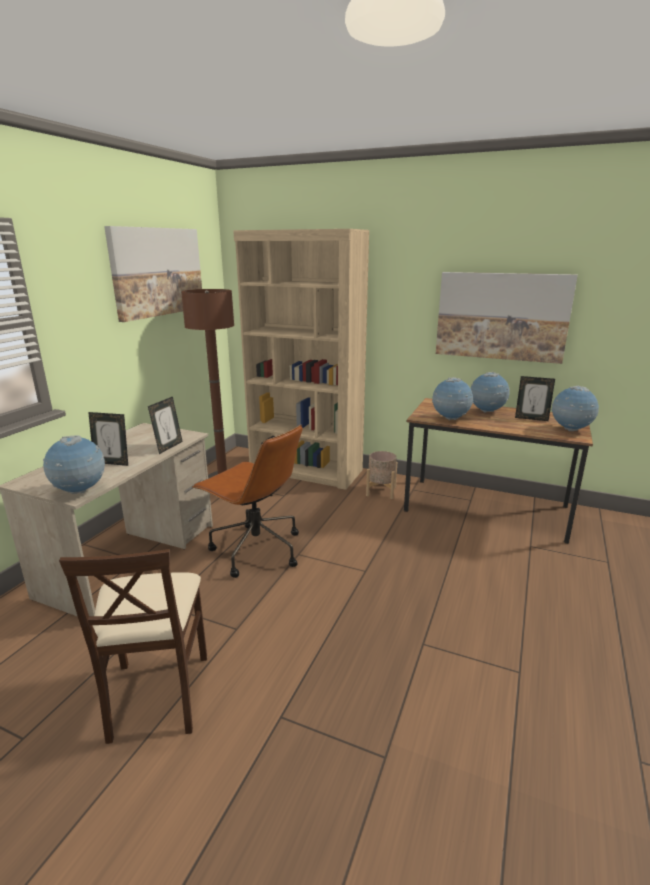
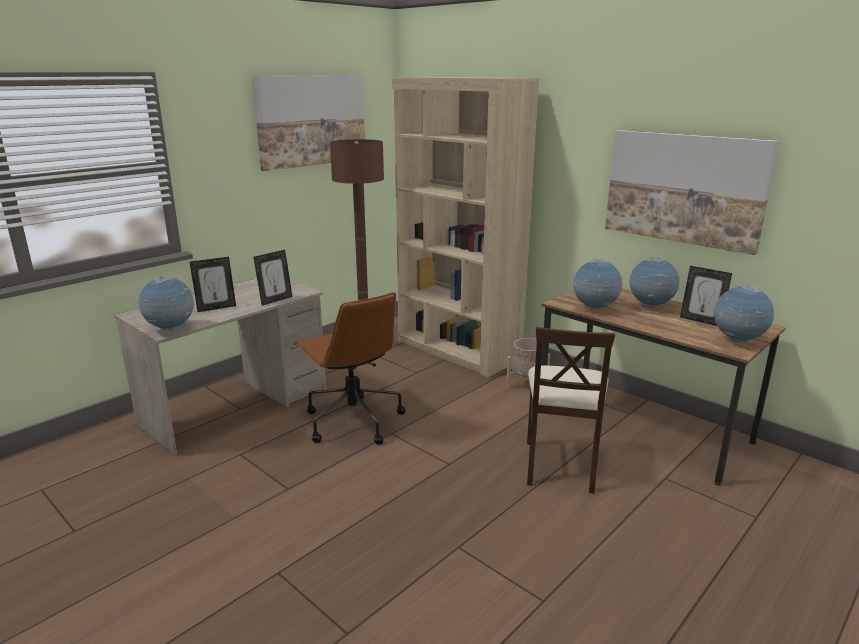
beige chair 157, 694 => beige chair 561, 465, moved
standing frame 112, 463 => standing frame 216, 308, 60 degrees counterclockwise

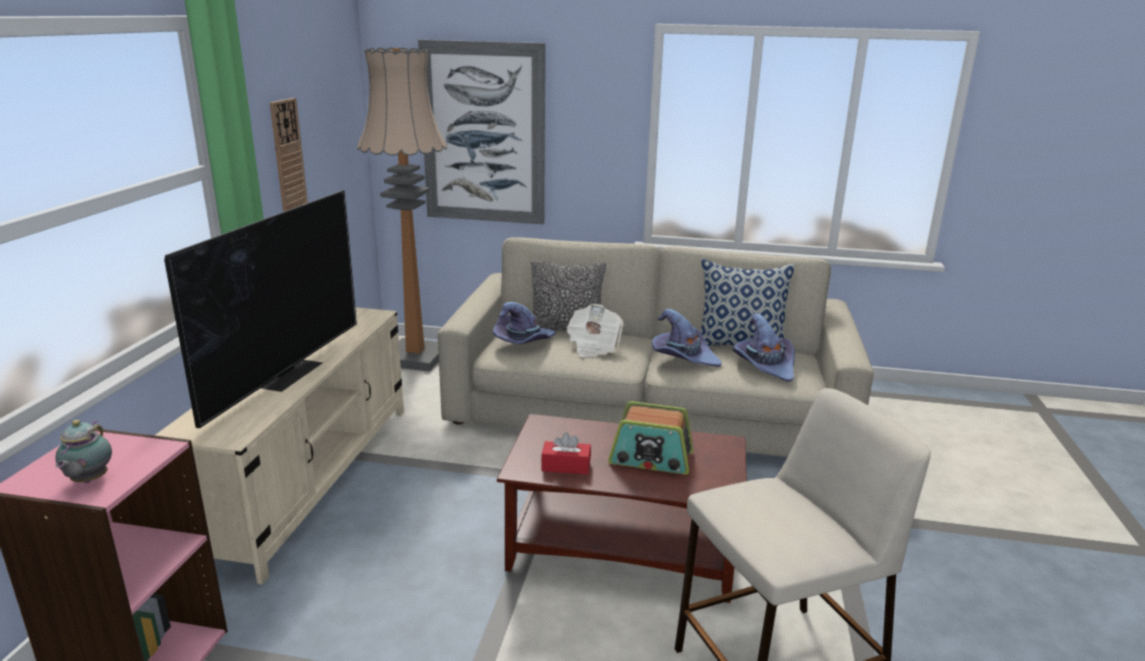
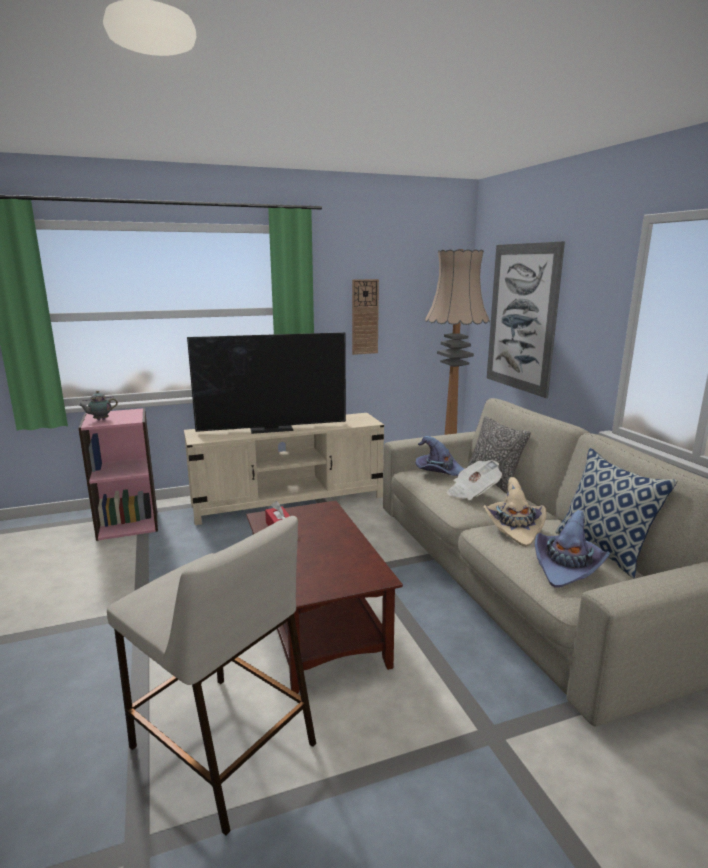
radio set 651, 458 => nothing
purple-coloured clothing hat 683, 357 => beige clothing hat 514, 527

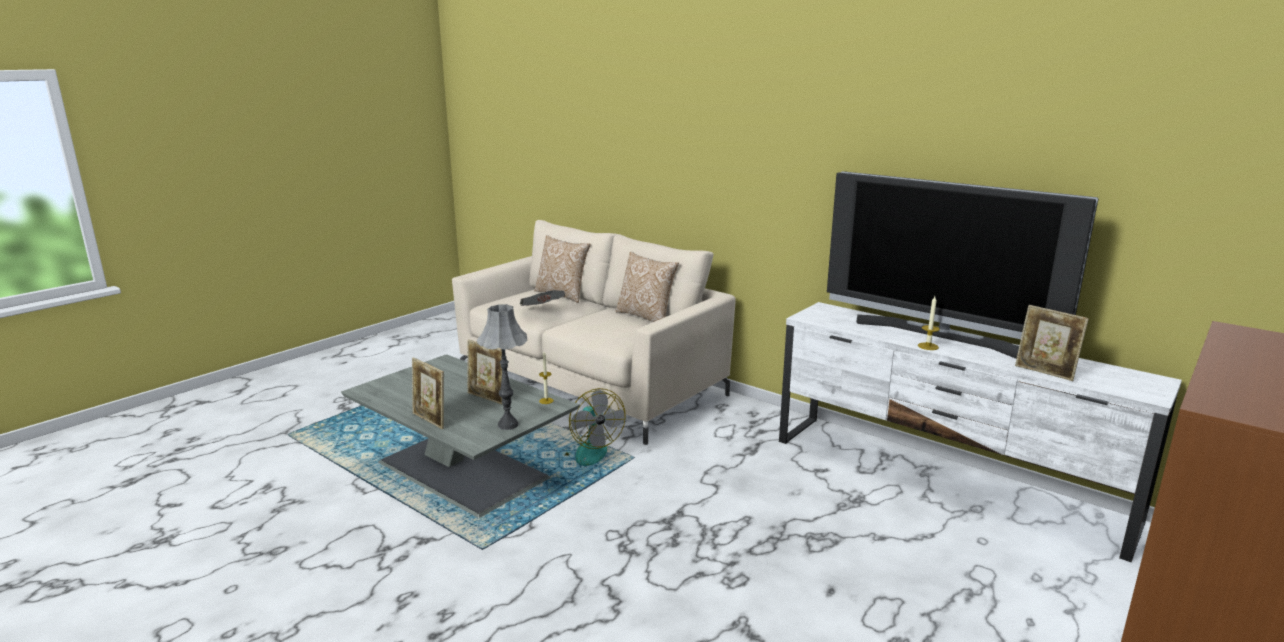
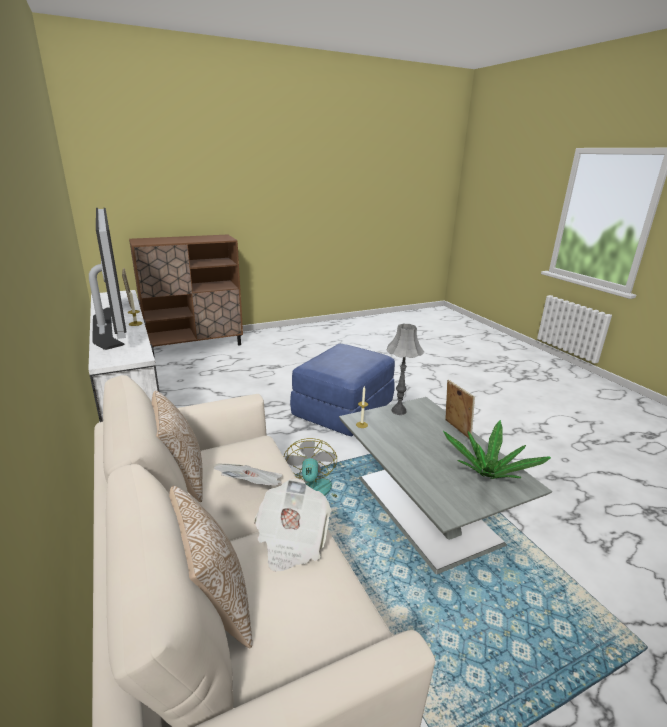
standing frame 487, 398 => nothing
nothing => printed paper 252, 488
nothing => blue-coloured pouffe 343, 409
nothing => potted plant 488, 473

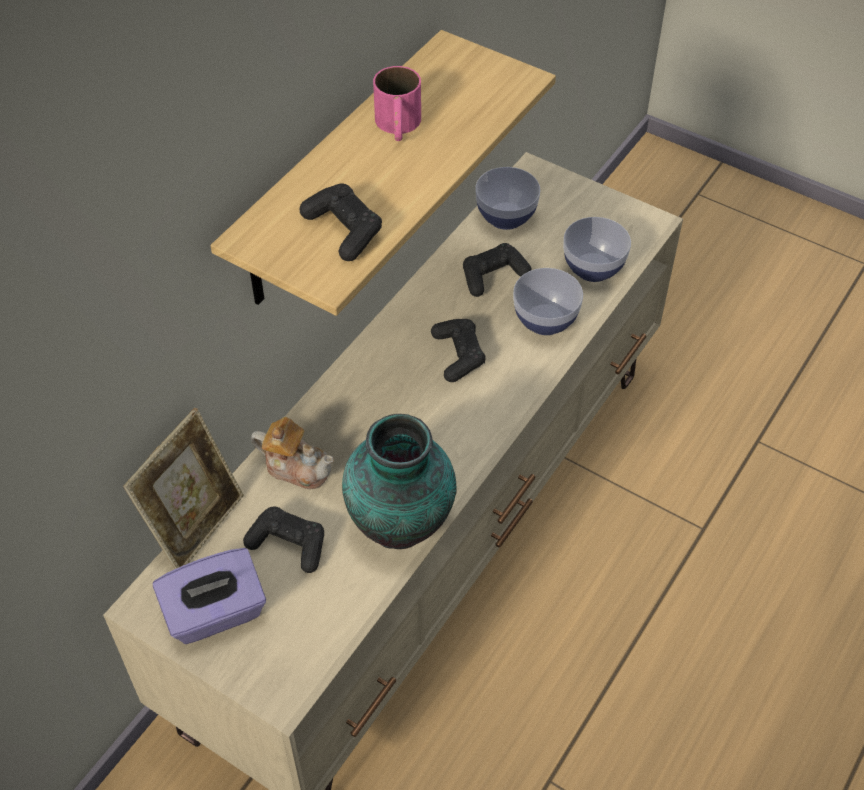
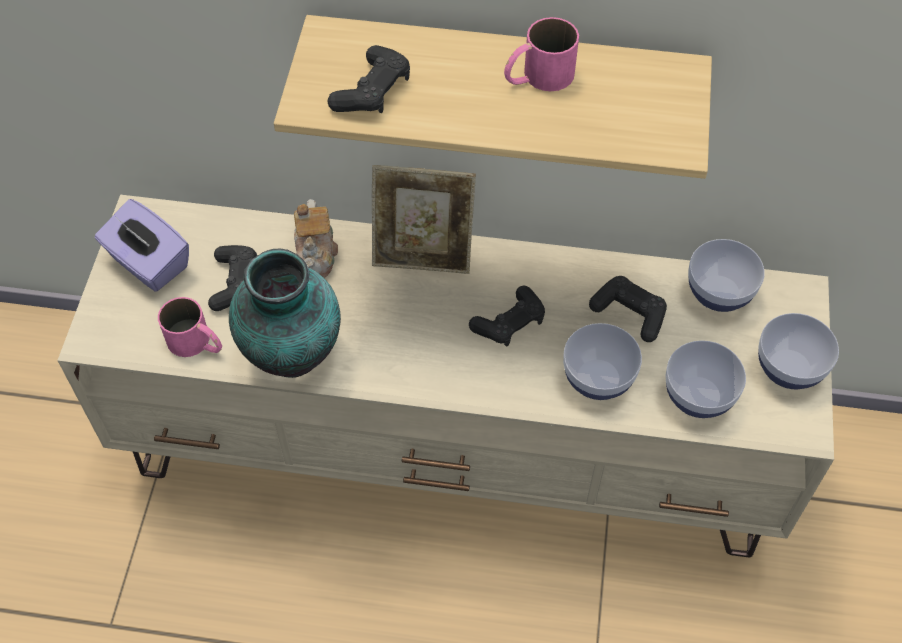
standing frame 196, 524 => standing frame 423, 255, moved
nothing => pinkish tea mug 197, 343
nothing => bowl 788, 369

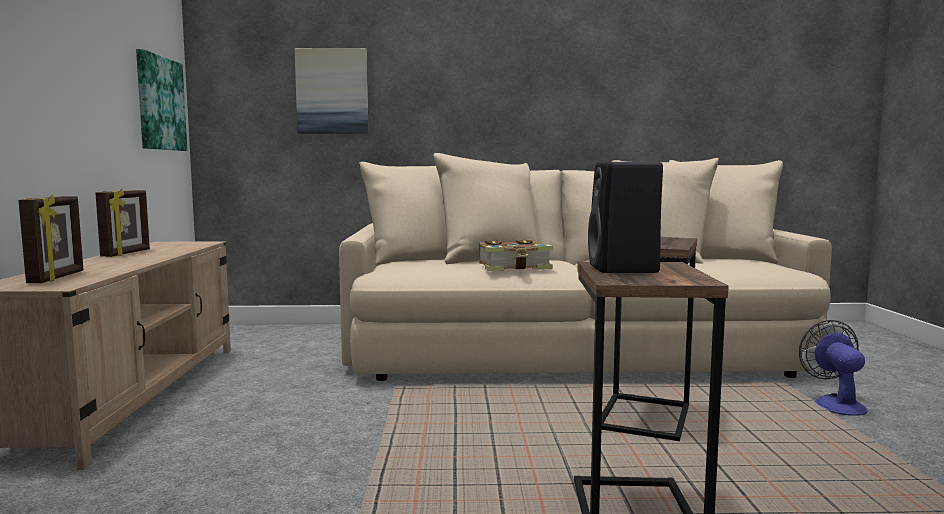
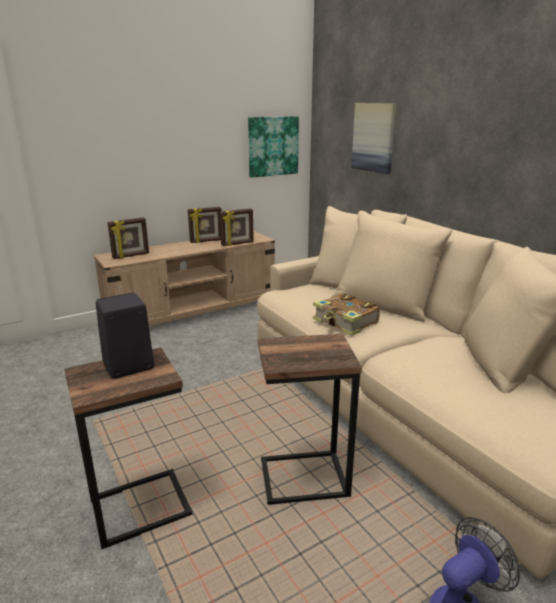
nothing => standing frame 237, 244

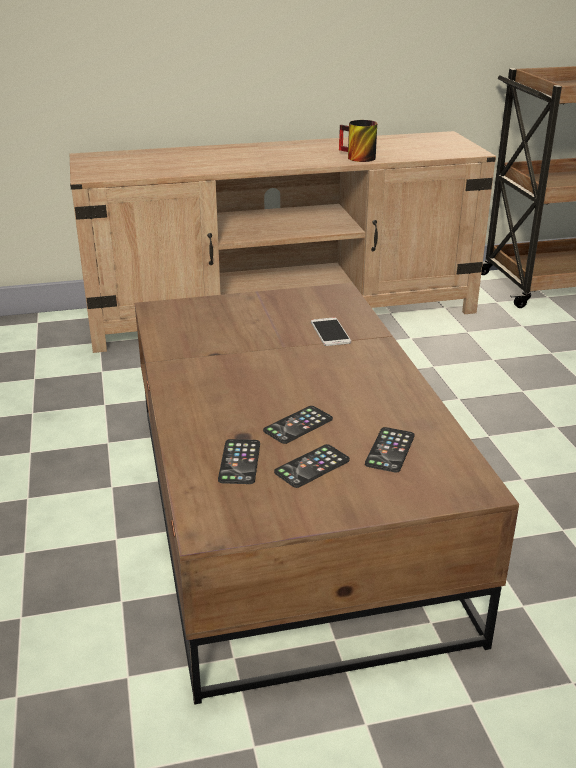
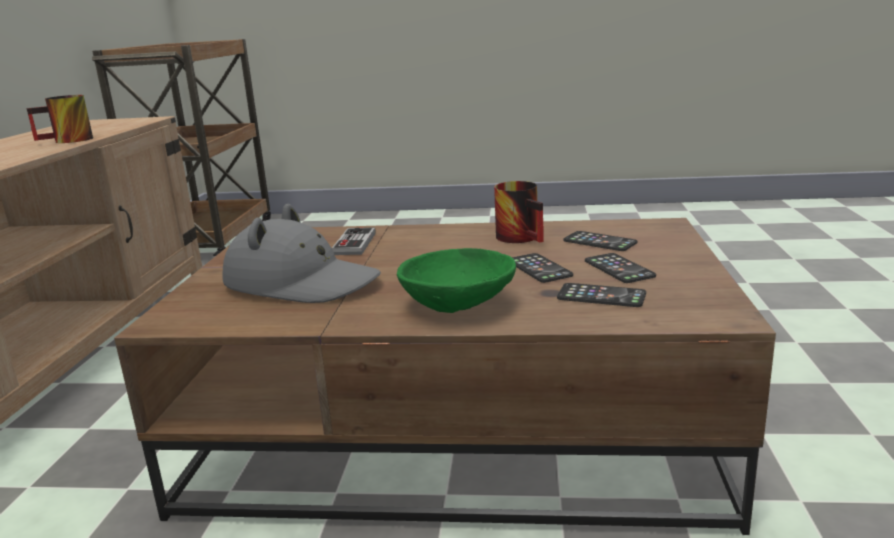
handset 330, 332 => game controller 354, 244
nothing => grey clothing hat 301, 283
nothing => green-coloured bowl 460, 305
nothing => tea mug 524, 237

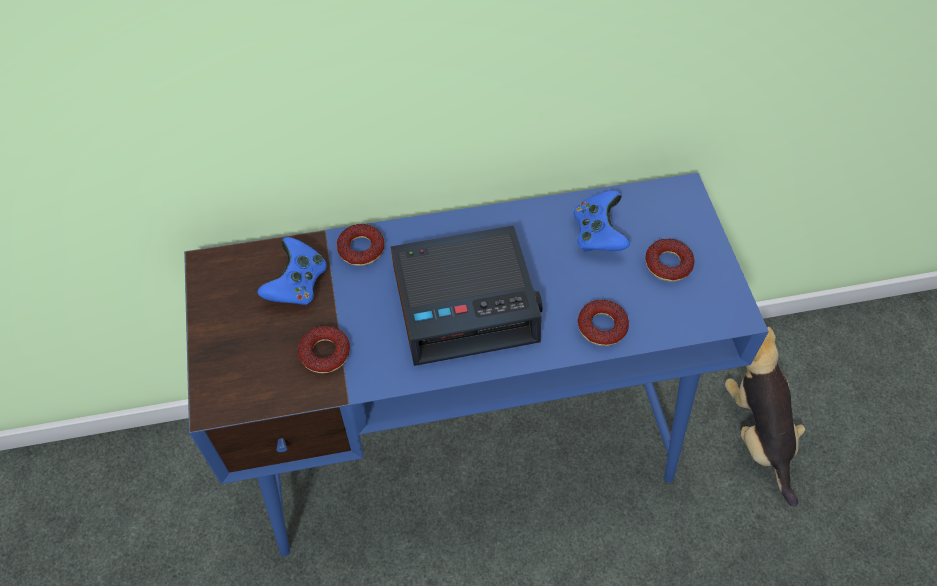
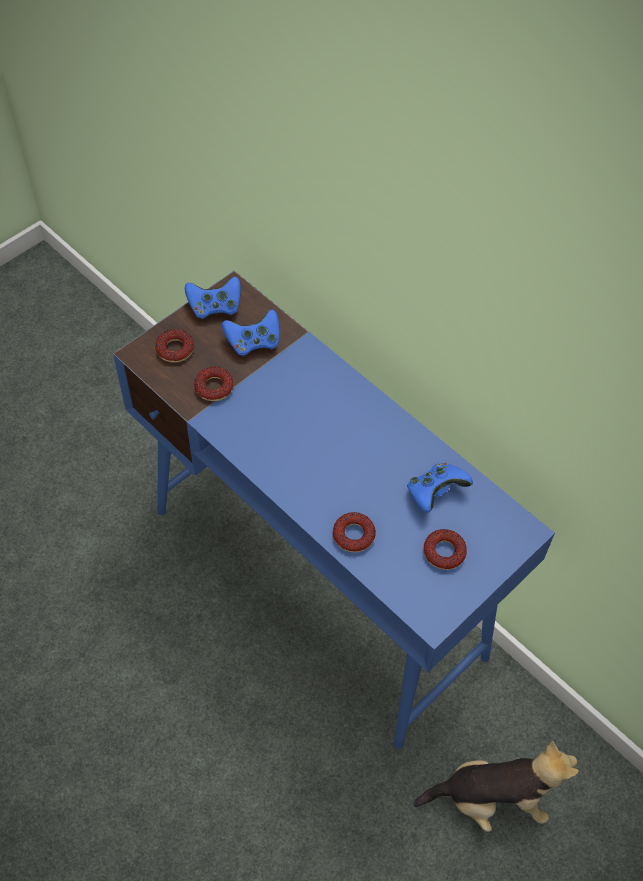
ring doughnut 361, 249 => ring doughnut 175, 349, moved
alarm clock 466, 302 => nothing
soft toy 757, 434 => soft toy 492, 799, 45 degrees clockwise
nothing => blue-coloured game controller 214, 307

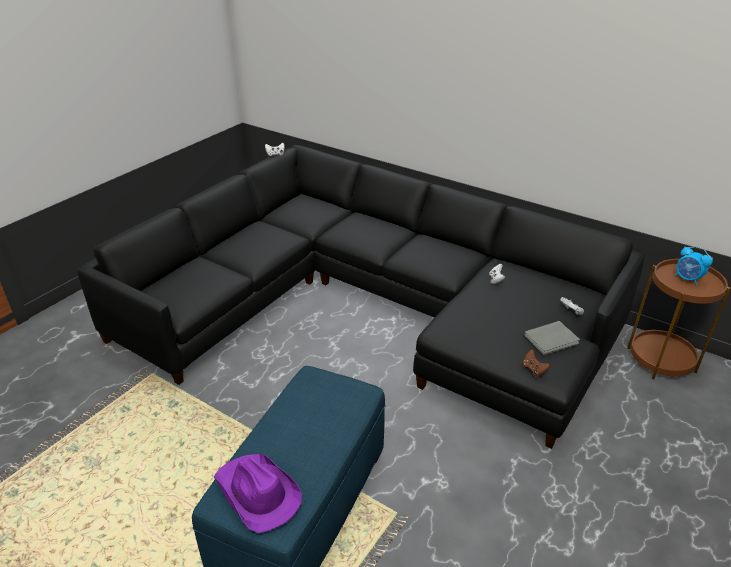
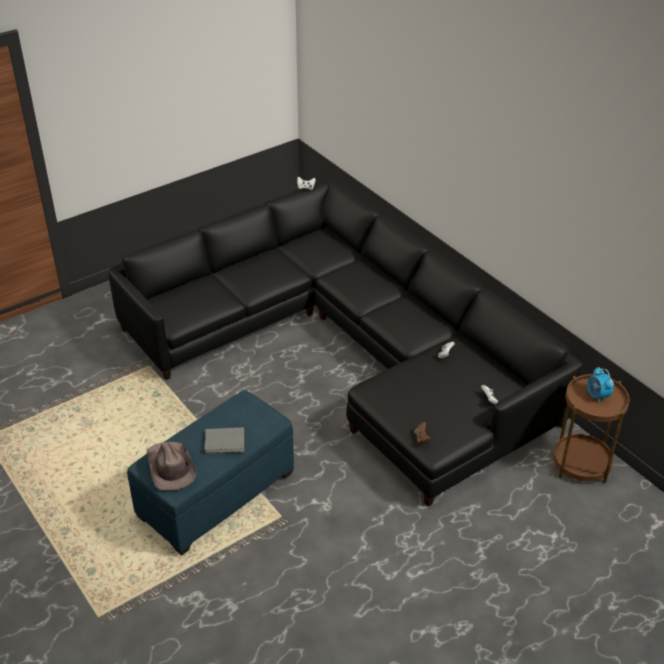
purple-coloured clothing hat 257, 493 => brown-coloured clothing hat 170, 467
grey book 552, 339 => grey book 226, 442, moved

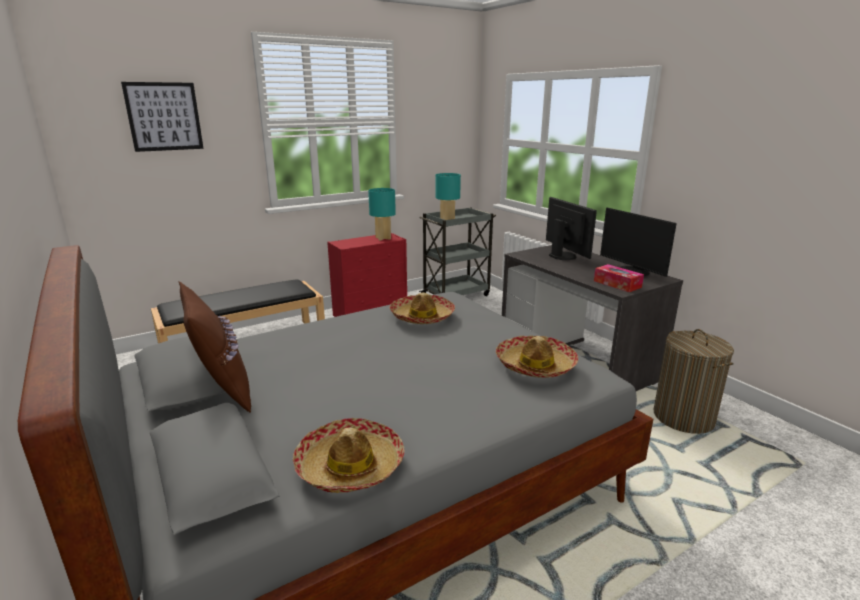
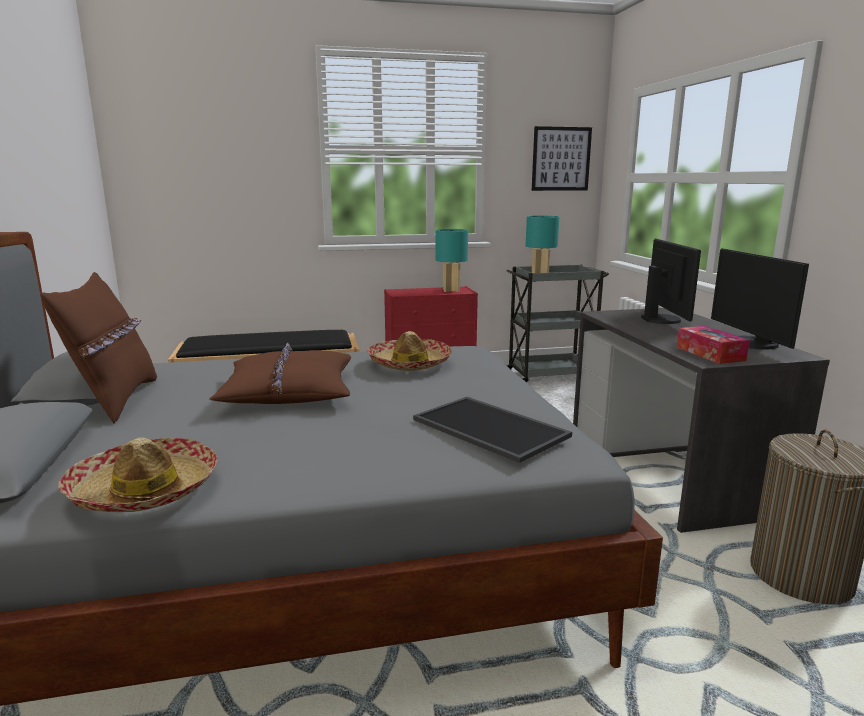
wall art 164, 116 => wall art 561, 159, moved
clothing hat 535, 365 => carrying tray 492, 427
nothing => brown-coloured pillow 289, 392

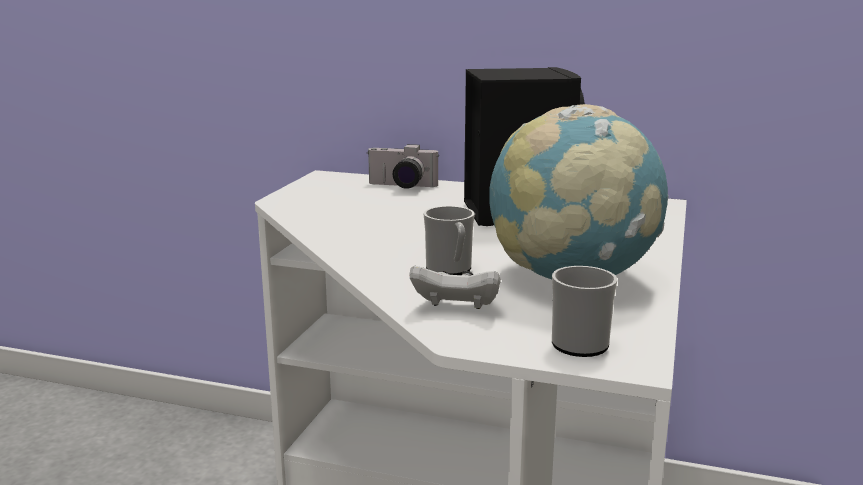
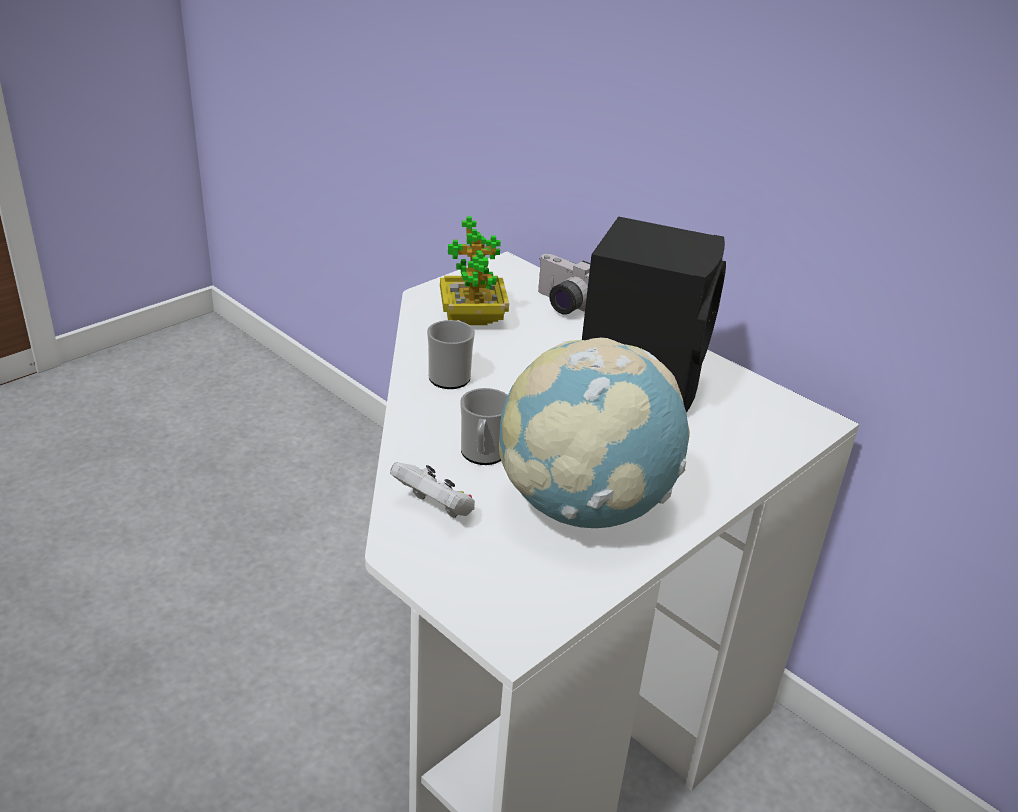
tea mug 577, 341 => tea mug 451, 375, moved
nothing => potted plant 472, 318

